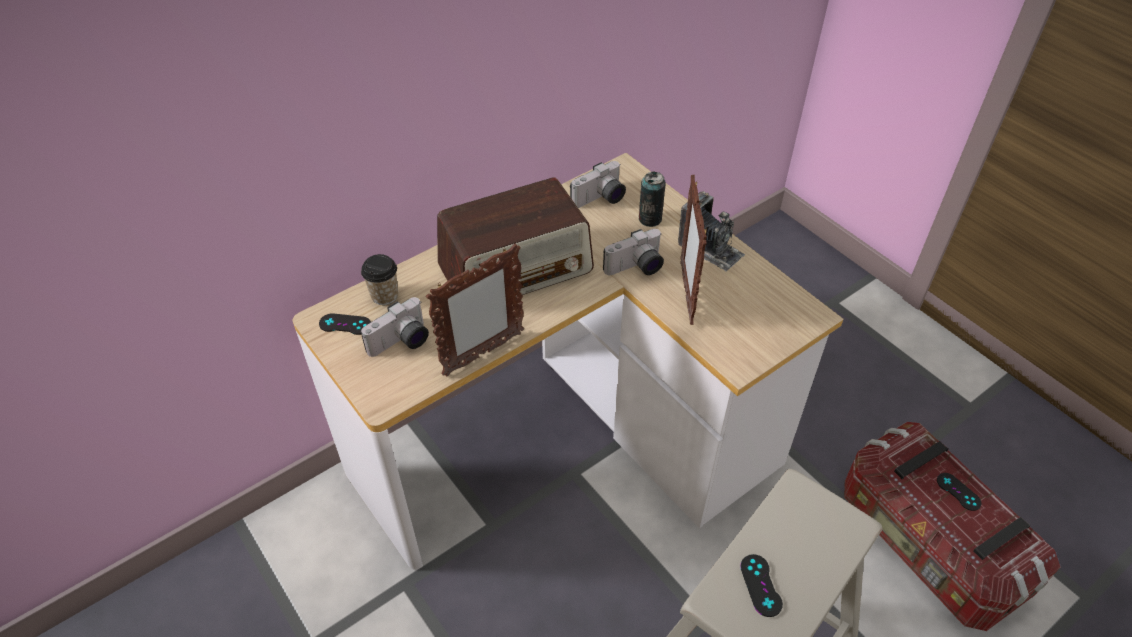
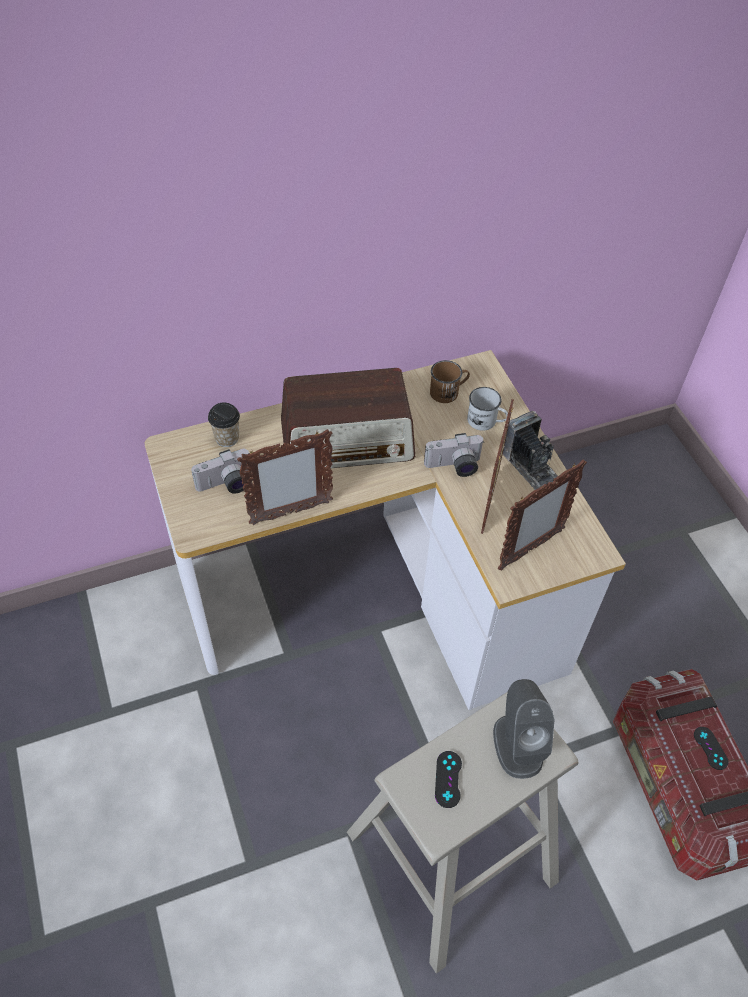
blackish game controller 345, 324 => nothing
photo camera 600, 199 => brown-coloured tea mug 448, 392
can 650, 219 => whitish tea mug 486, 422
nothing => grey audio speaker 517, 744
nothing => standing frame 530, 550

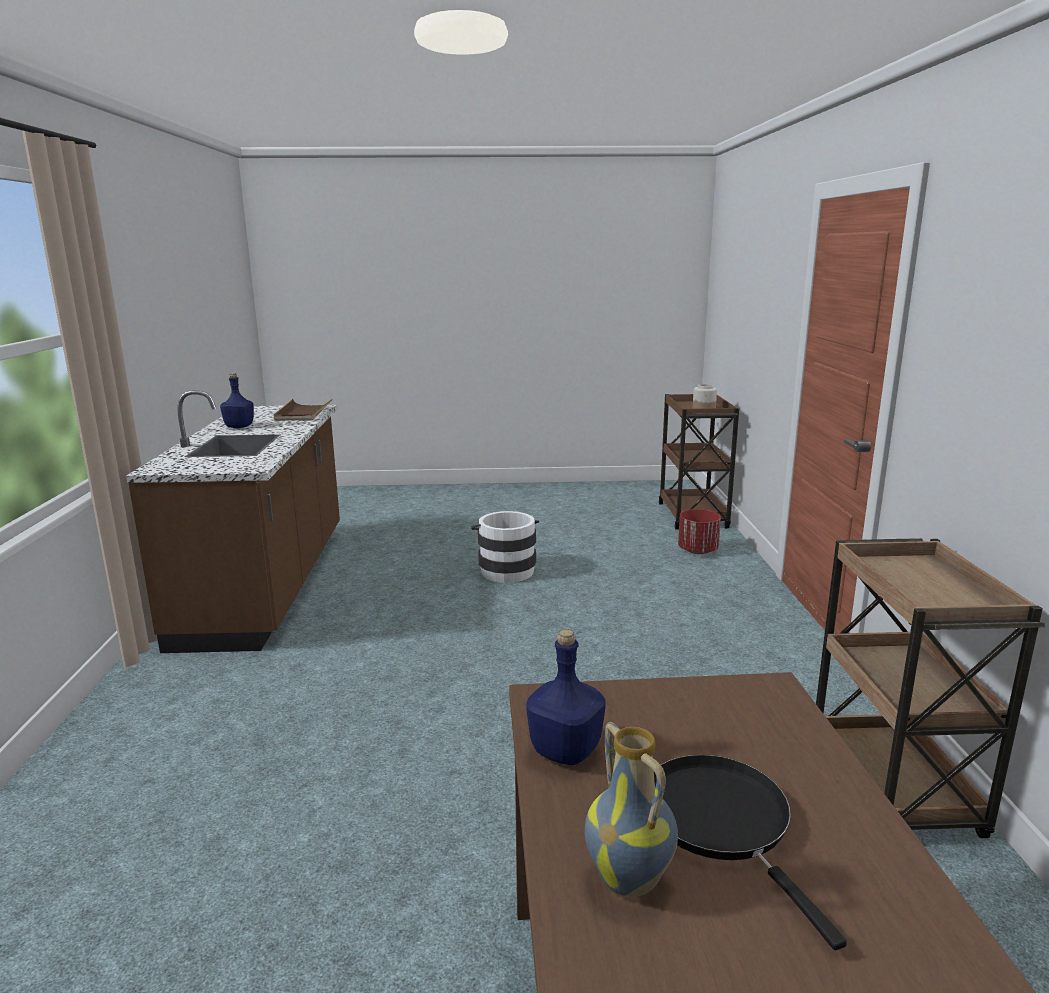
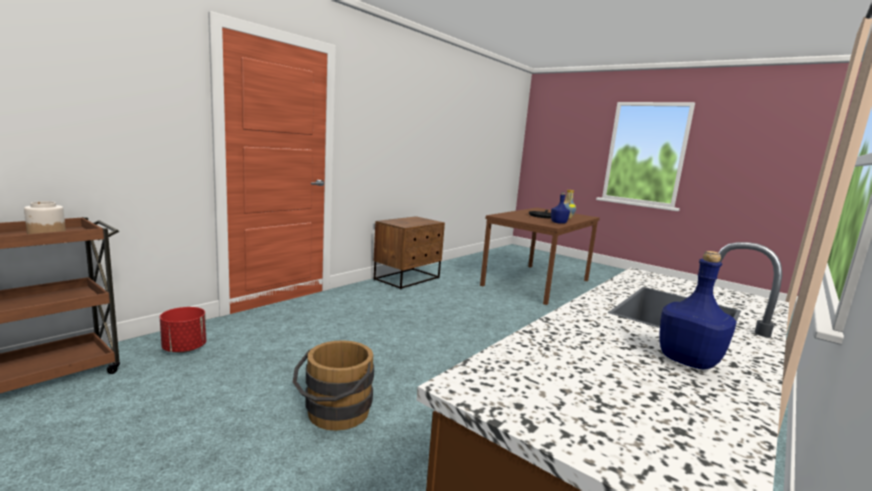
brown-coloured carrying tray 303, 413 => nothing
whitish water bucket 506, 569 => brown-coloured water bucket 334, 415
brown-coloured wheeled cart 893, 788 => brown-coloured night table 408, 279

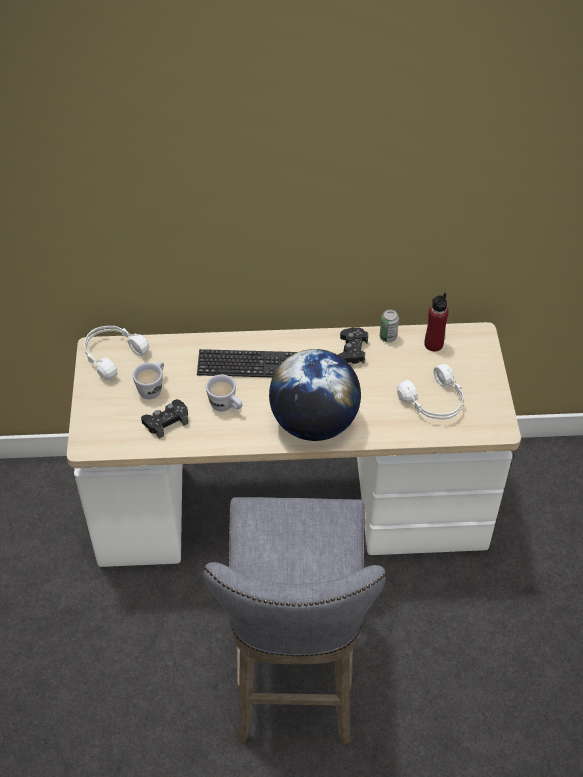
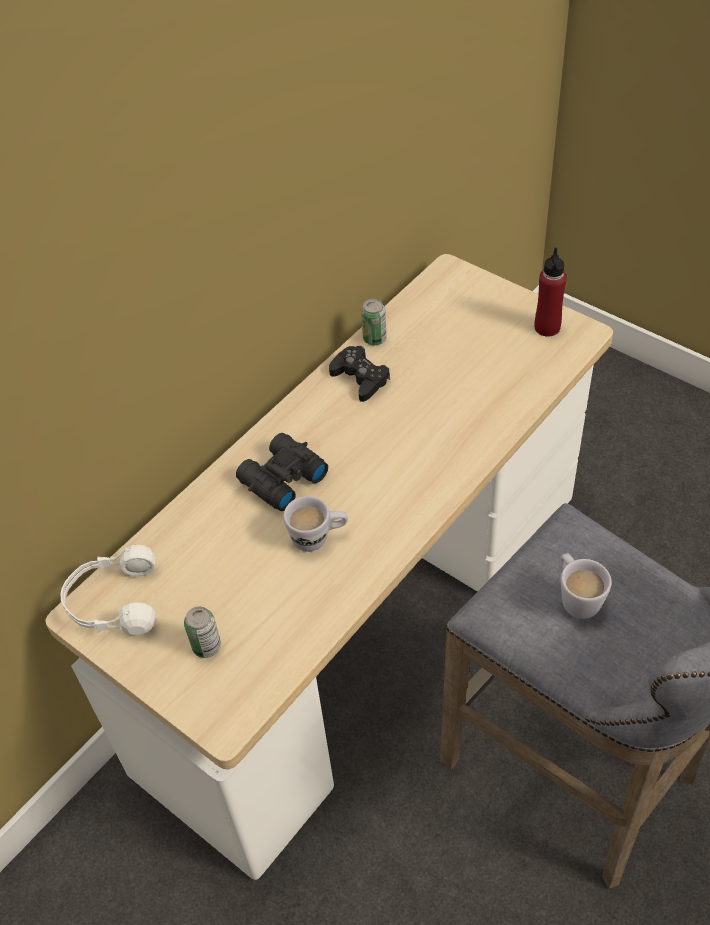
whitish tea mug 153, 388 => whitish tea mug 576, 597, moved
blackish game controller 166, 421 => nothing
keyboard 248, 365 => blackish pair of binoculars 280, 479
globe 314, 423 => nothing
whitish headset 434, 402 => nothing
reddish beverage bottle 433, 344 => reddish beverage bottle 547, 327, moved
nothing => can 206, 646

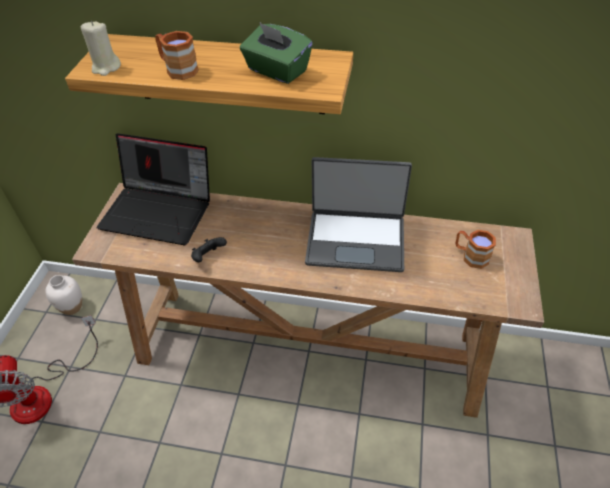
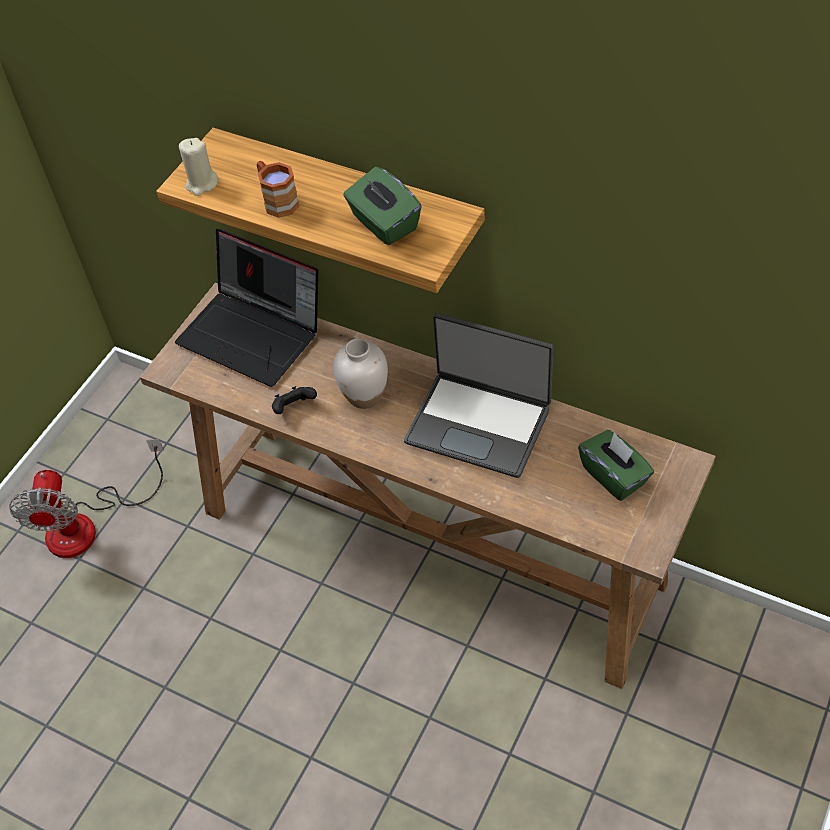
whitish vase 72, 307 => whitish vase 364, 396, moved
brown-coloured tea mug 470, 256 => green-coloured tissue box 614, 476

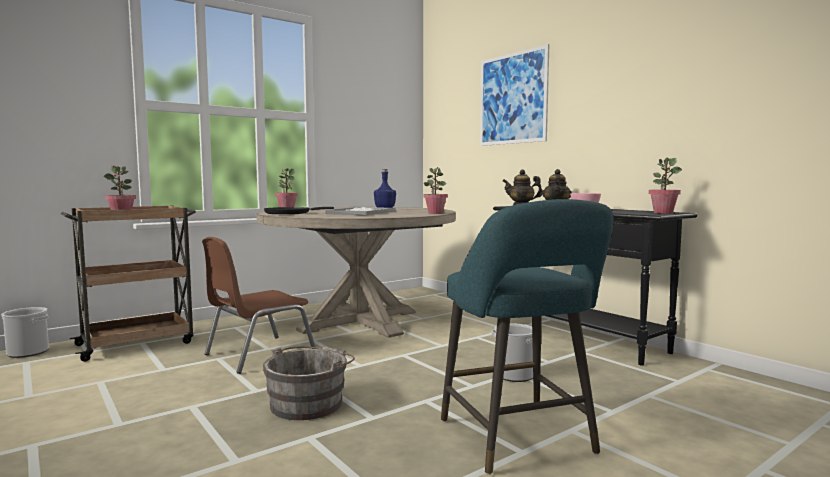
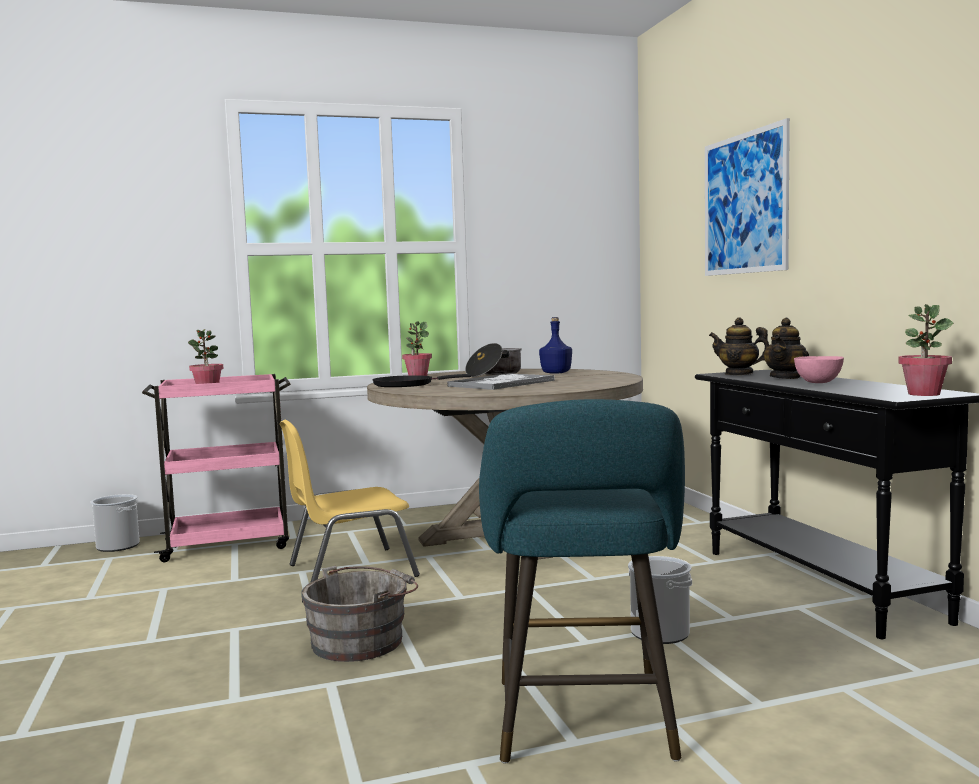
brown-coloured wheeled cart 137, 343 => pinkish wheeled cart 229, 544
brown-coloured chair 258, 354 => yellowish chair 349, 570
potted plant 435, 213 => nothing
nothing => cooking pot 494, 374

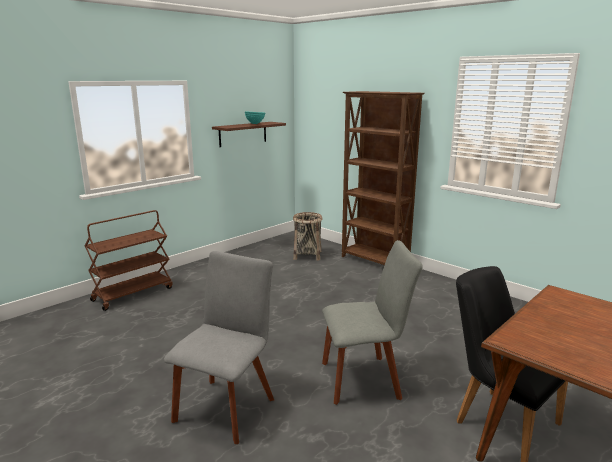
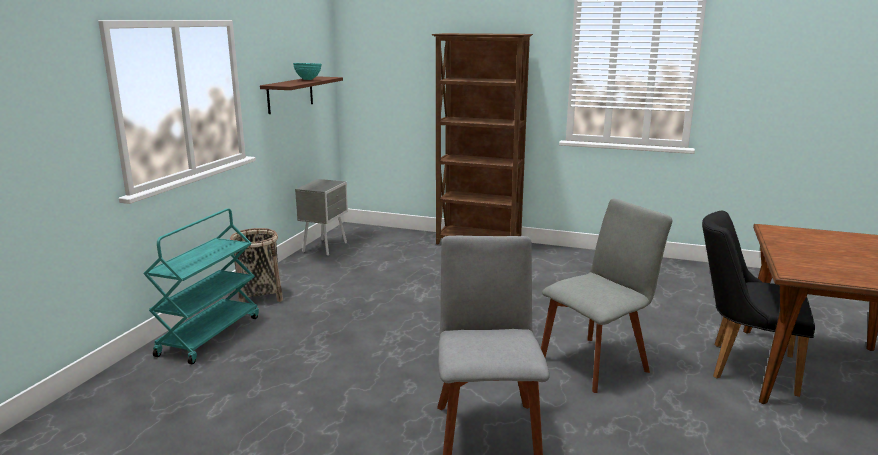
brown-coloured wheeled cart 133, 294 => turquoise wheeled cart 209, 335
household basket 307, 255 => household basket 259, 296, moved
nothing => grey night table 326, 247

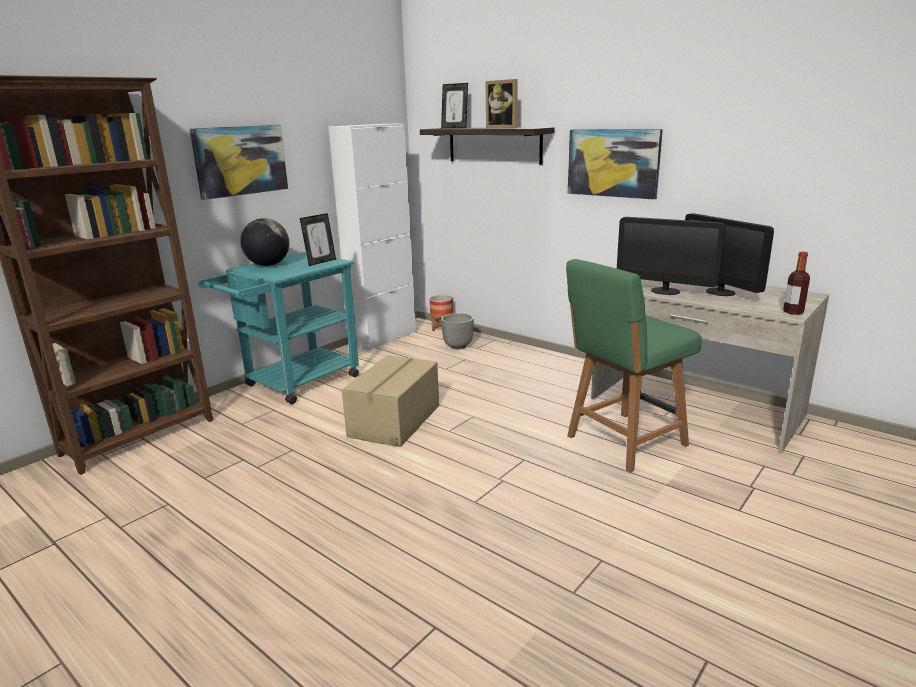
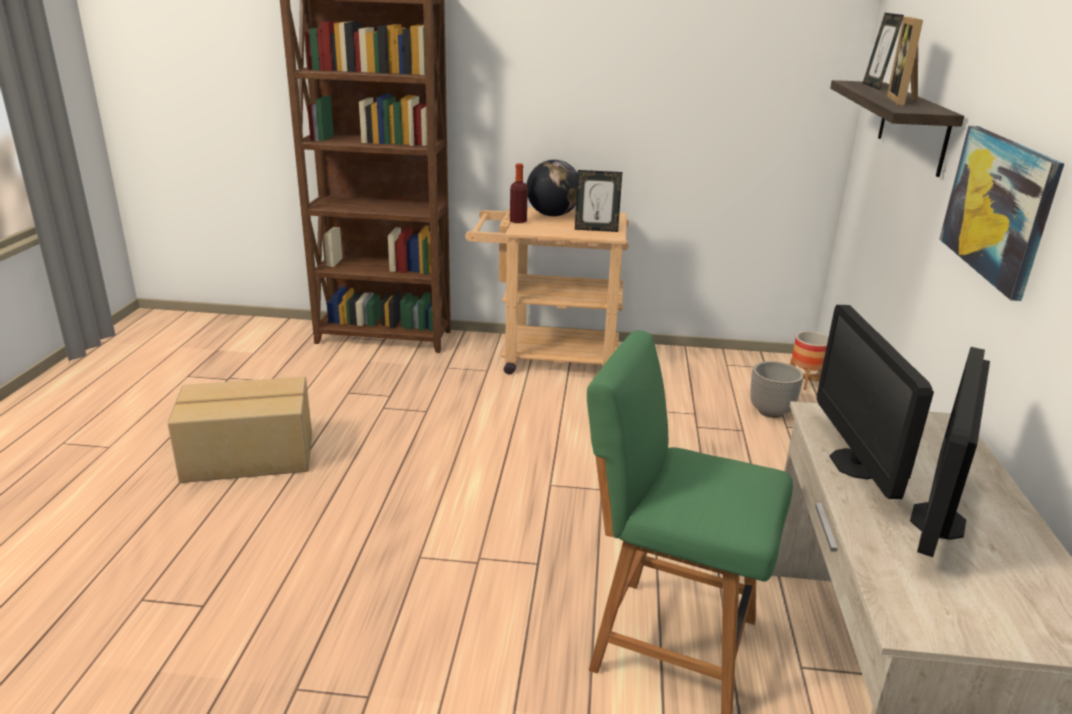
wall art 240, 160 => nothing
turquoise wheeled cart 295, 384 => beige wheeled cart 548, 357
whitish storage cabinet 383, 338 => nothing
carton 396, 421 => carton 249, 457, moved
beverage bottle 793, 312 => beverage bottle 518, 221, moved

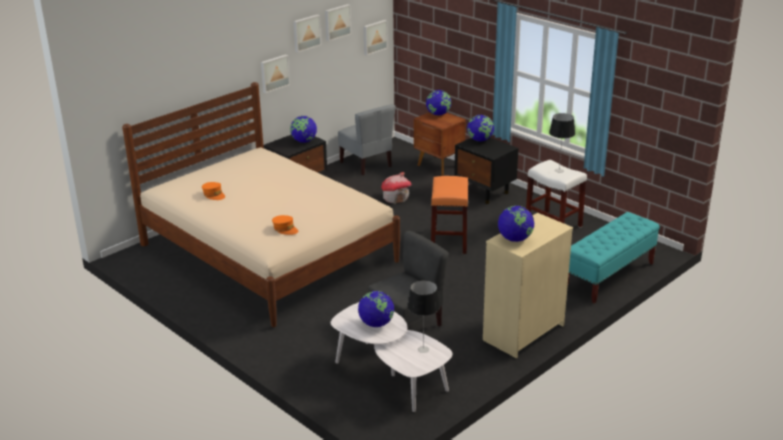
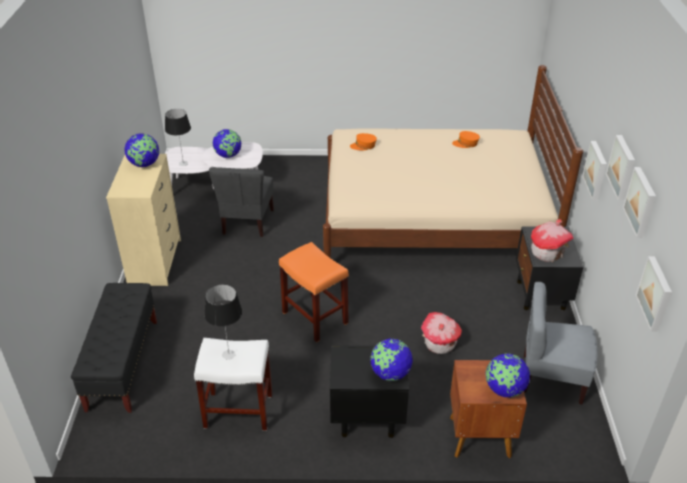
globe 304, 141 => toy house 547, 252
turquoise indoor bench 608, 276 => blackish indoor bench 123, 364

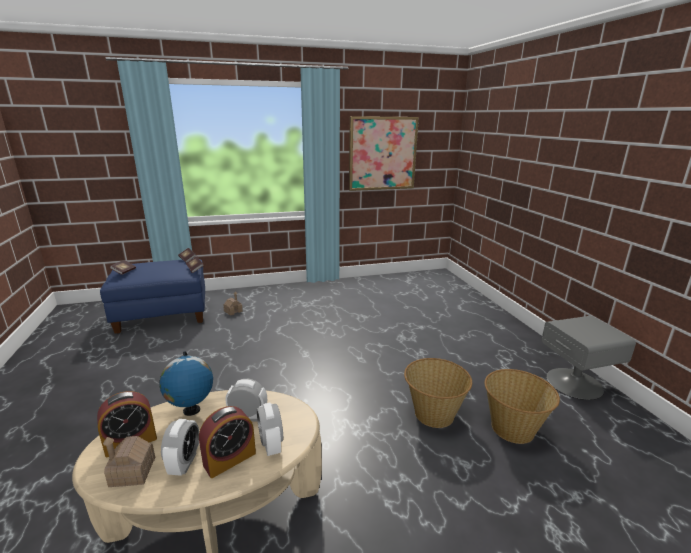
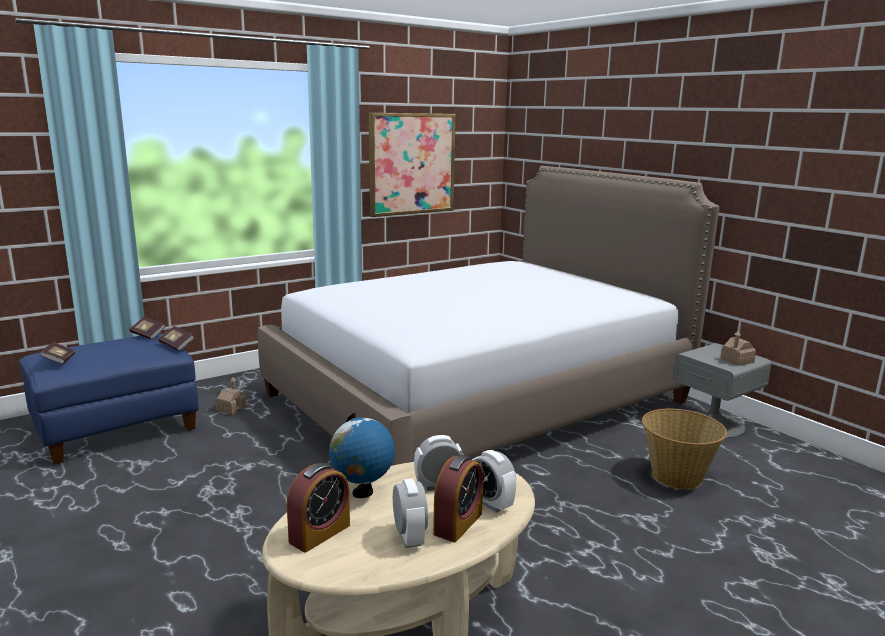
toy house 132, 472 => toy house 737, 360, moved
household basket 433, 414 => nothing
nothing => bedroom bed 478, 398

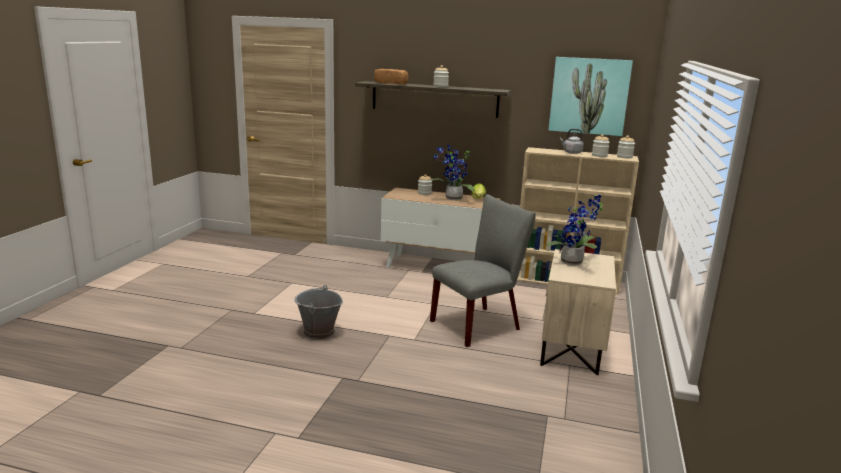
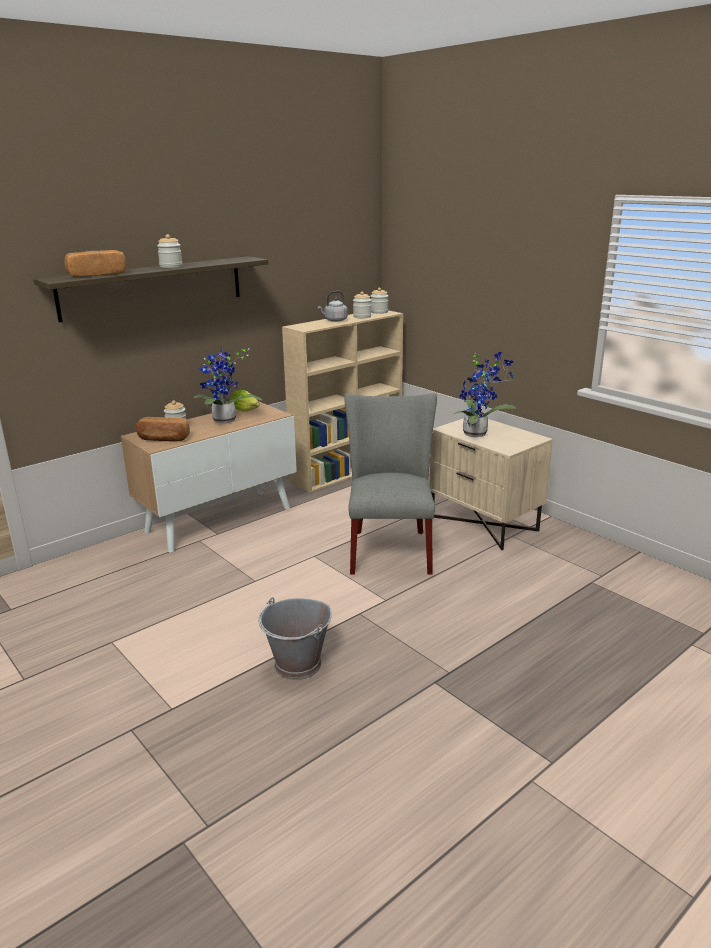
wall art 589, 96 => nothing
nothing => bakery bread 163, 439

